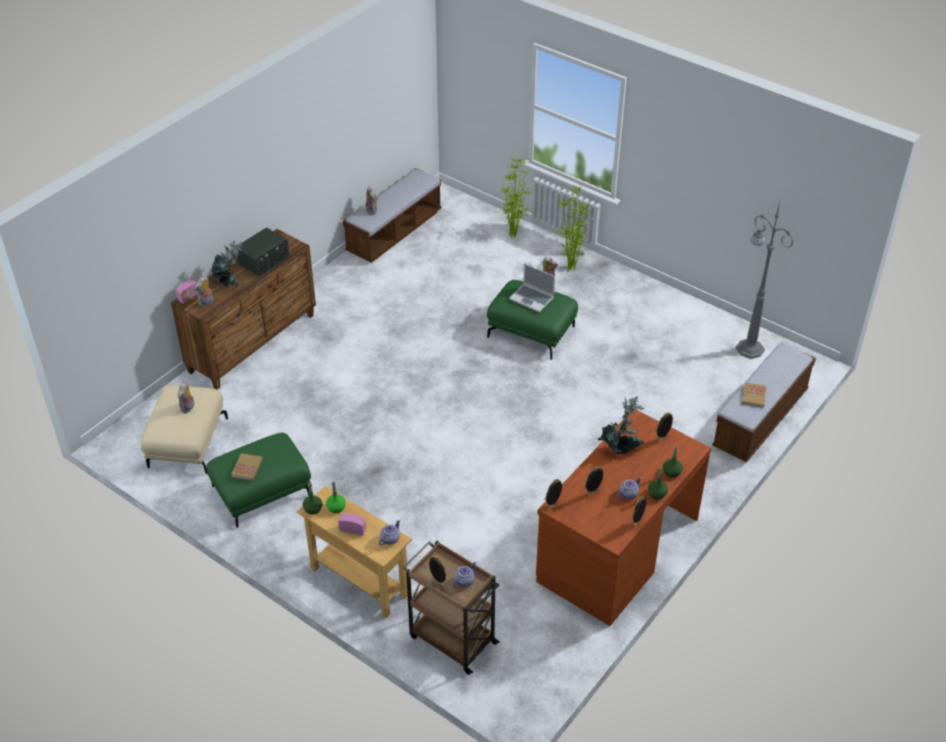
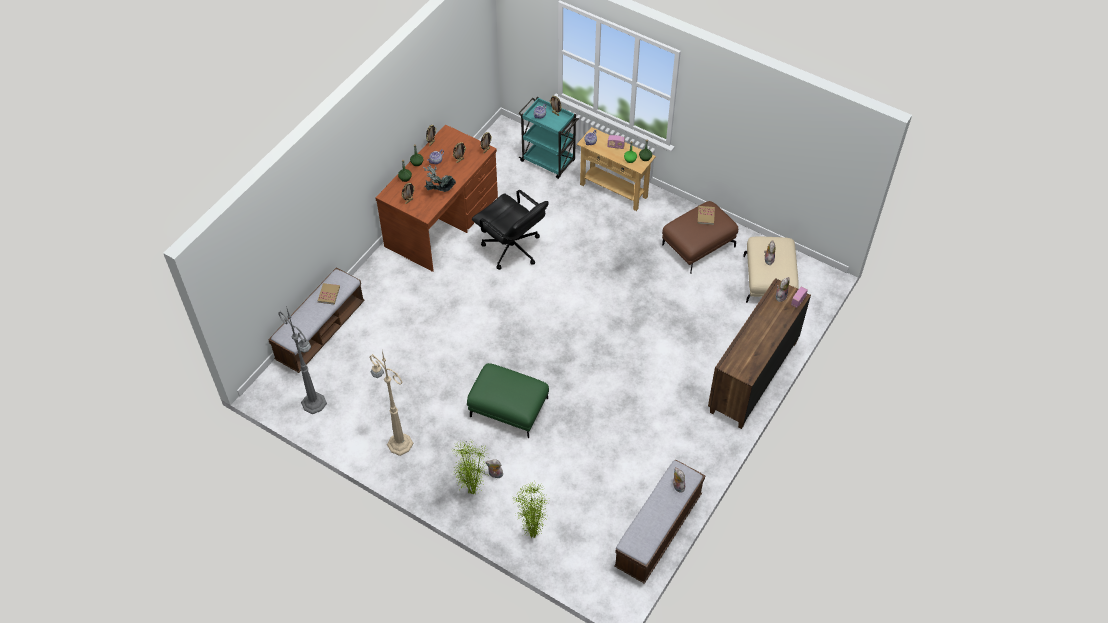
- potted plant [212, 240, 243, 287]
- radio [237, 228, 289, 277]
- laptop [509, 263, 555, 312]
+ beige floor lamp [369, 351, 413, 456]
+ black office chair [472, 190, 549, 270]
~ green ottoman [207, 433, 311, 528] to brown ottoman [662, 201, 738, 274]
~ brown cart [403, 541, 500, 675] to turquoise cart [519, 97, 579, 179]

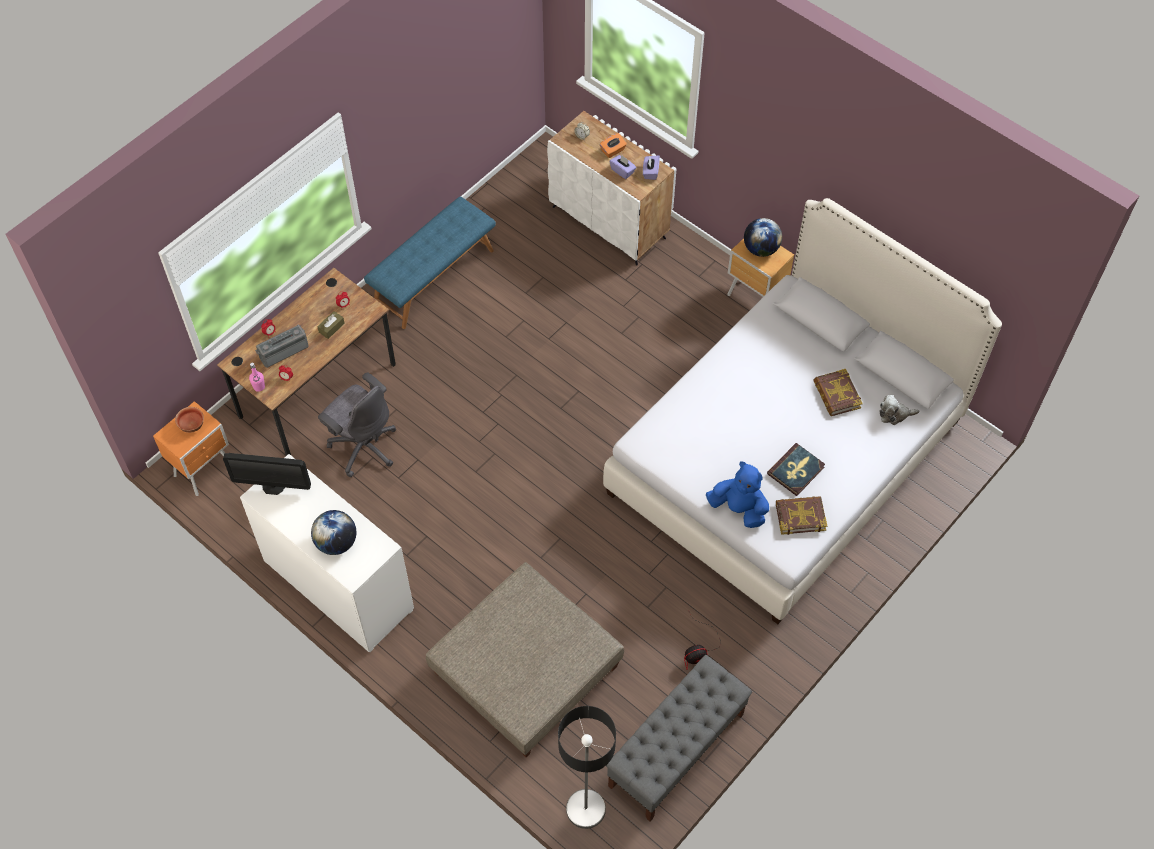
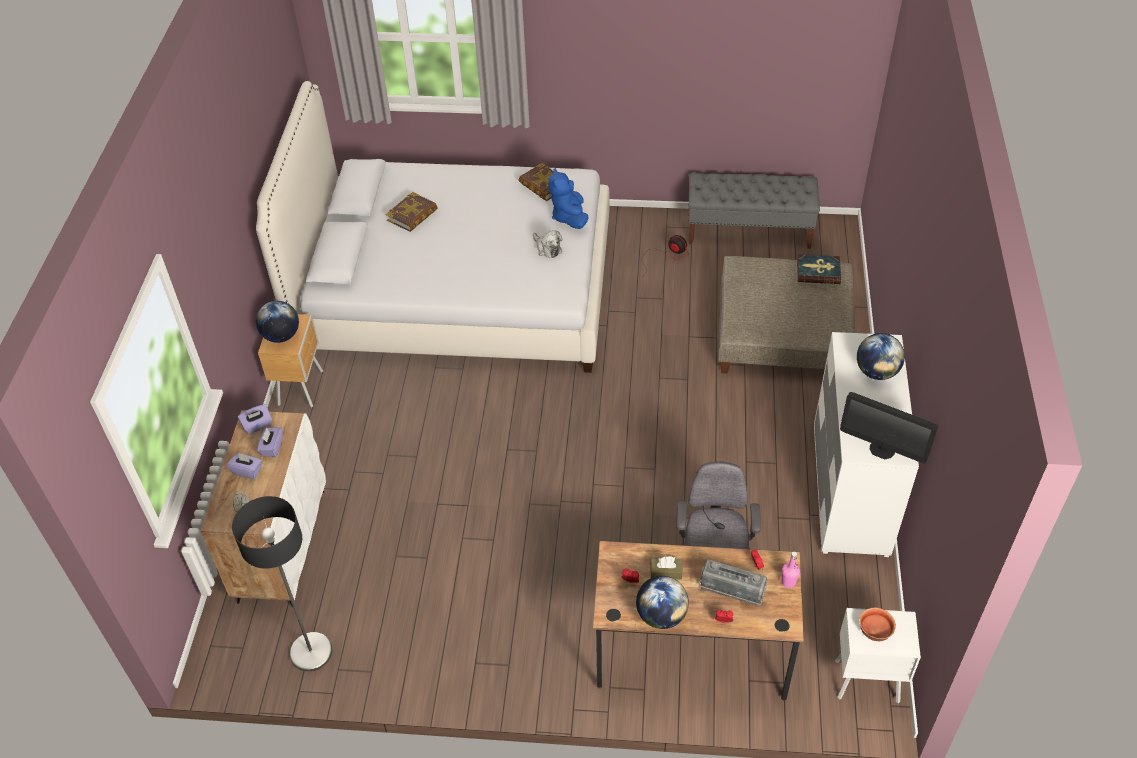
- blue bench [364, 196, 496, 329]
+ globe [636, 576, 689, 629]
~ floor lamp [558, 706, 616, 829] to [232, 496, 333, 671]
~ book [767, 443, 825, 496] to [797, 254, 841, 284]
~ plush toy [880, 395, 919, 425] to [533, 230, 562, 258]
~ orange nightstand [153, 401, 229, 496] to white nightstand [835, 608, 921, 703]
~ orange tissue box [600, 133, 627, 158] to purple tissue box [227, 453, 262, 479]
~ monitor [223, 453, 311, 495] = [840, 392, 938, 464] 150 degrees clockwise

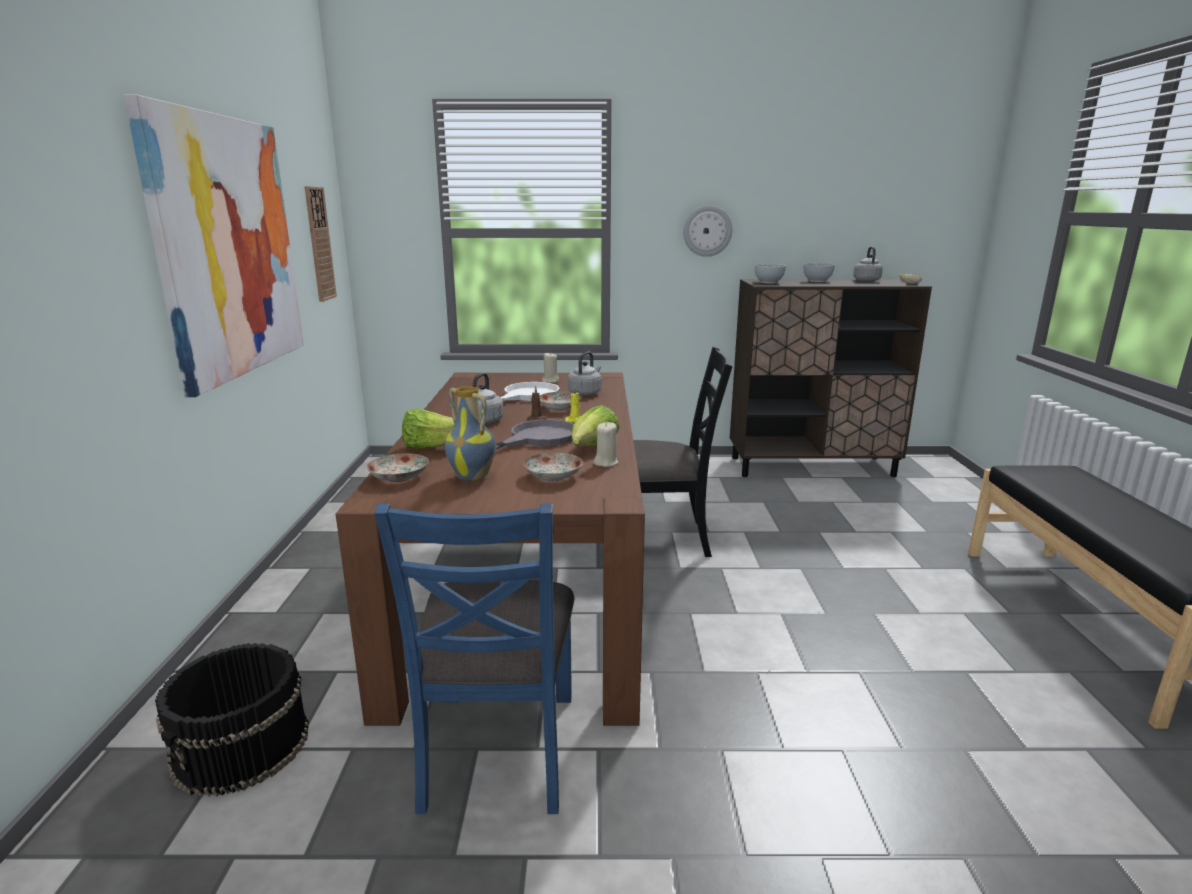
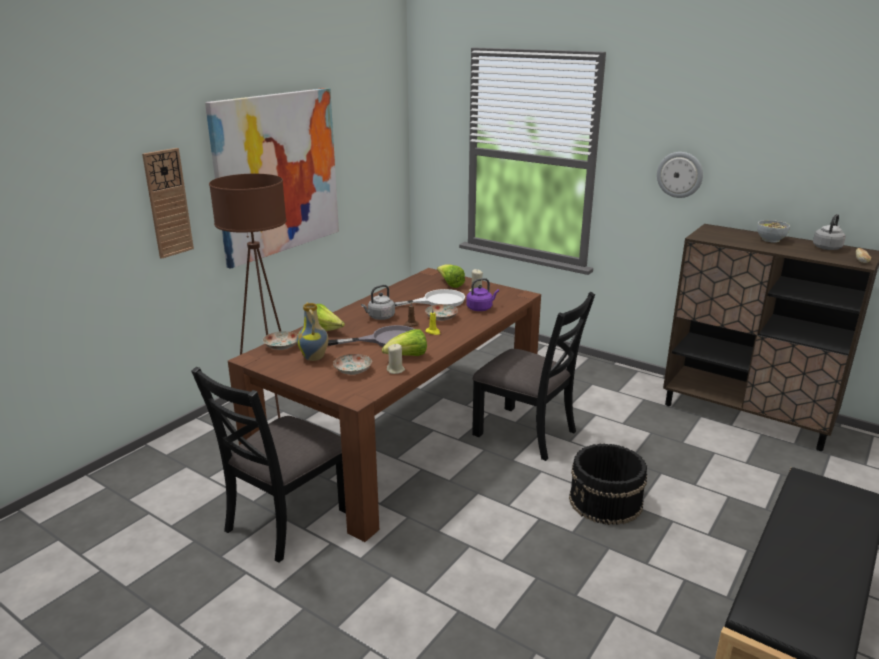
- bowl [755, 264, 786, 283]
+ brown floor lamp [209, 174, 287, 418]
+ lettuce [437, 264, 465, 288]
~ black bucket [155, 643, 309, 796] to [569, 443, 647, 525]
~ wall clock [304, 186, 337, 302] to [142, 148, 194, 259]
~ blue chair [374, 504, 574, 814] to black chair [191, 367, 346, 563]
~ grey kettle [568, 352, 602, 396] to purple kettle [466, 278, 499, 311]

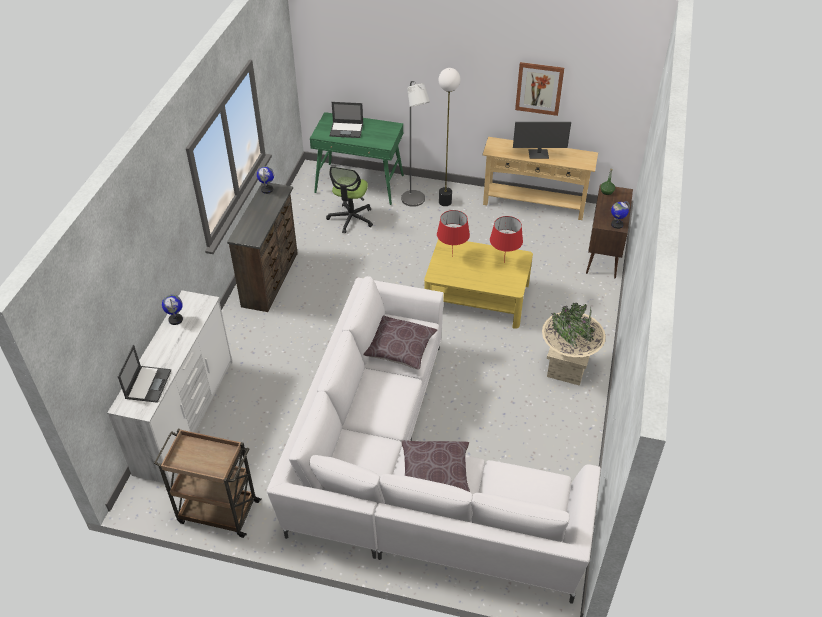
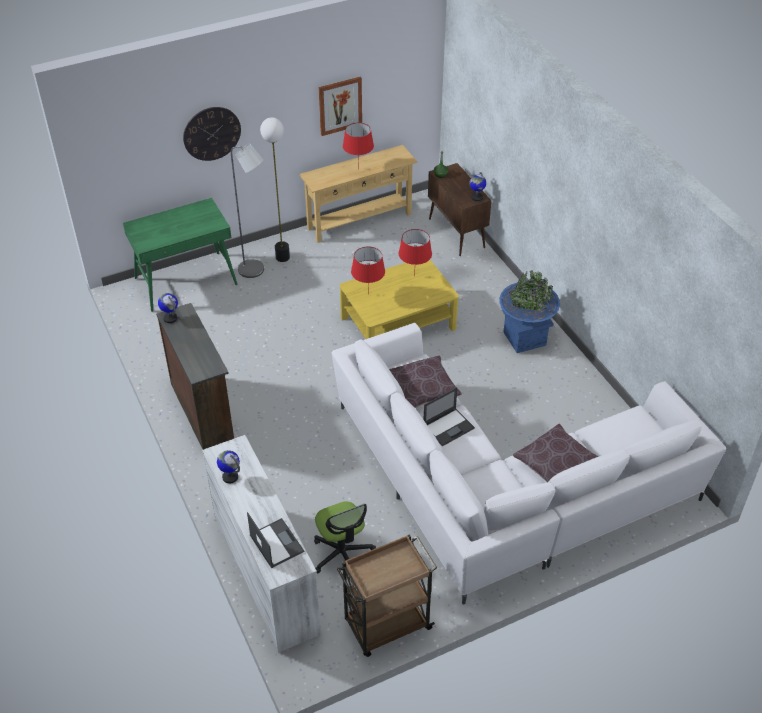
+ wall clock [183, 107, 241, 161]
~ office chair [326, 167, 373, 234] to [314, 502, 376, 574]
~ laptop [330, 102, 363, 138] to [424, 387, 475, 446]
~ monitor [513, 122, 571, 159] to red table lamp [343, 123, 374, 166]
~ beige planter [542, 303, 606, 386] to blue planter [499, 270, 560, 353]

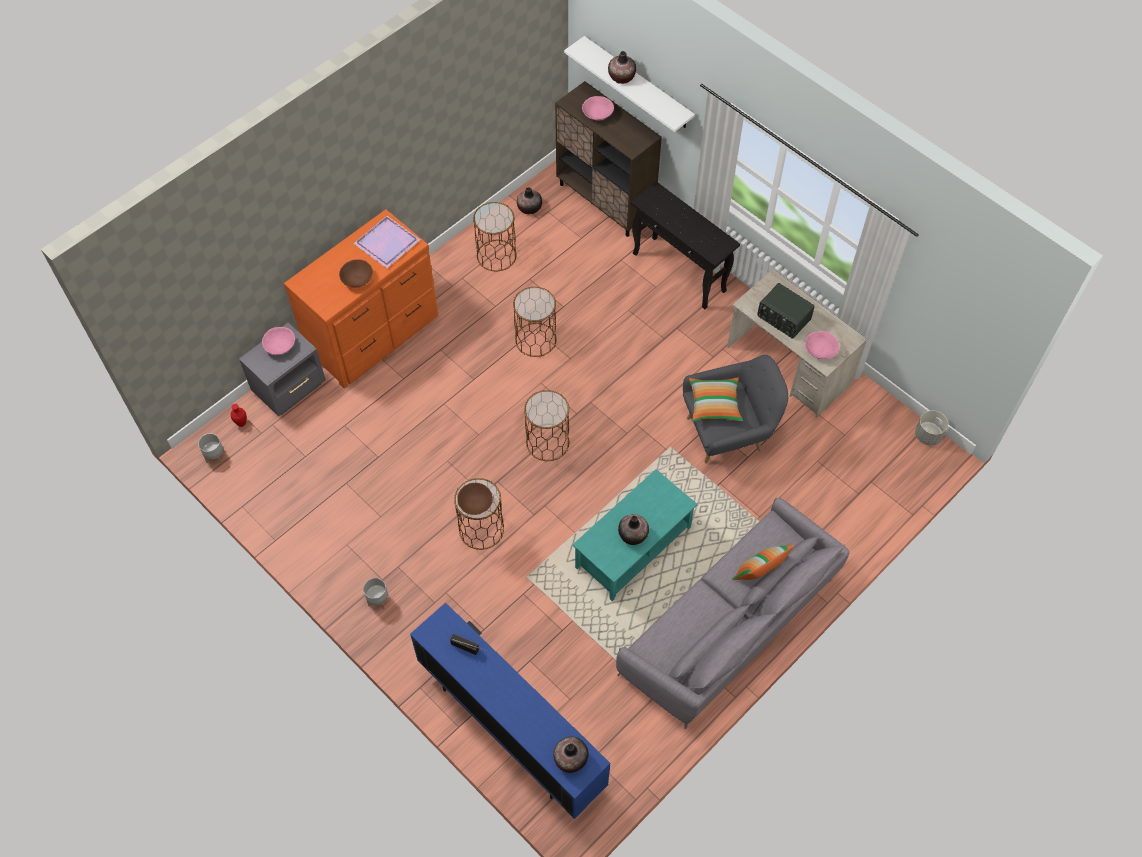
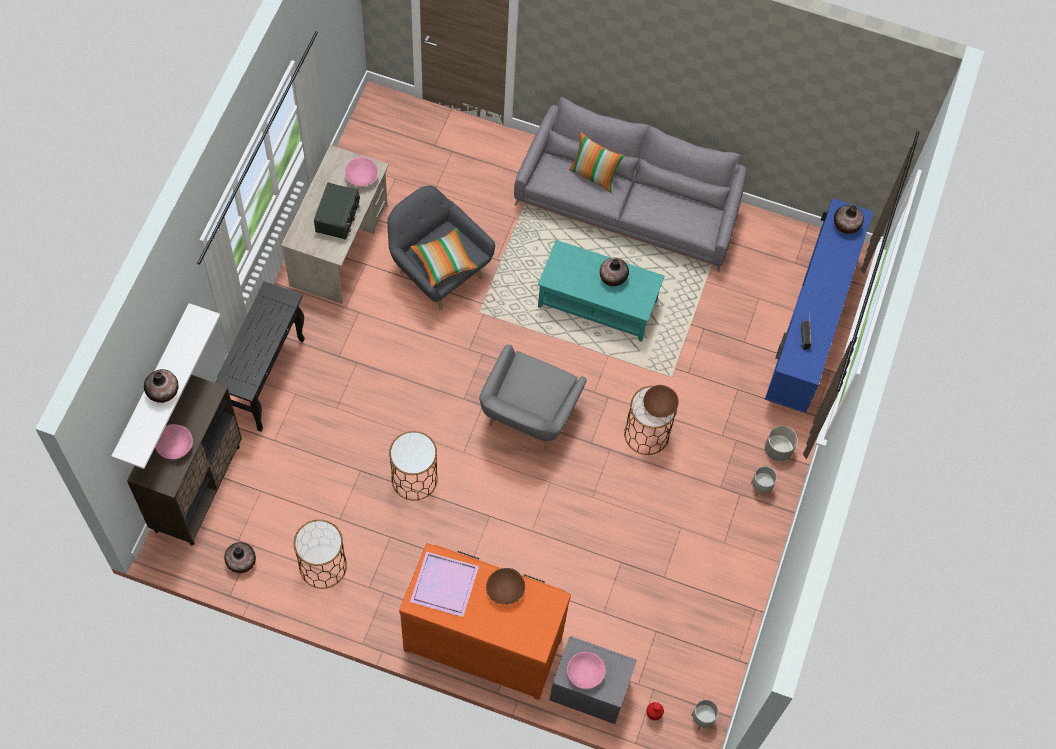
~ grey planter [915, 410, 948, 445] to [765, 426, 797, 461]
~ brown side table [524, 390, 569, 461] to grey armchair [479, 344, 586, 450]

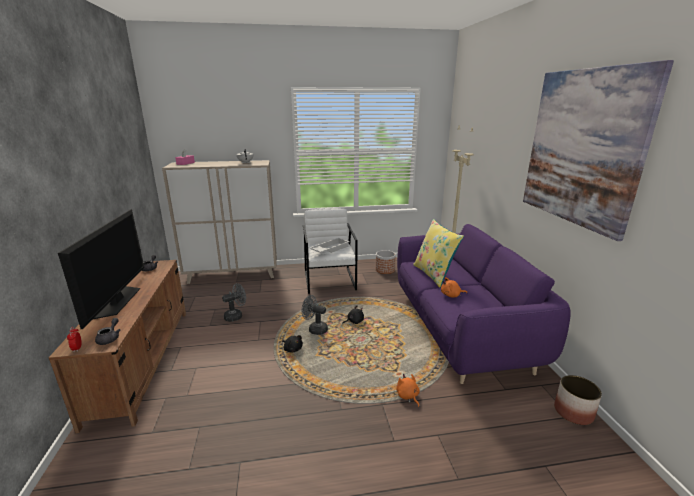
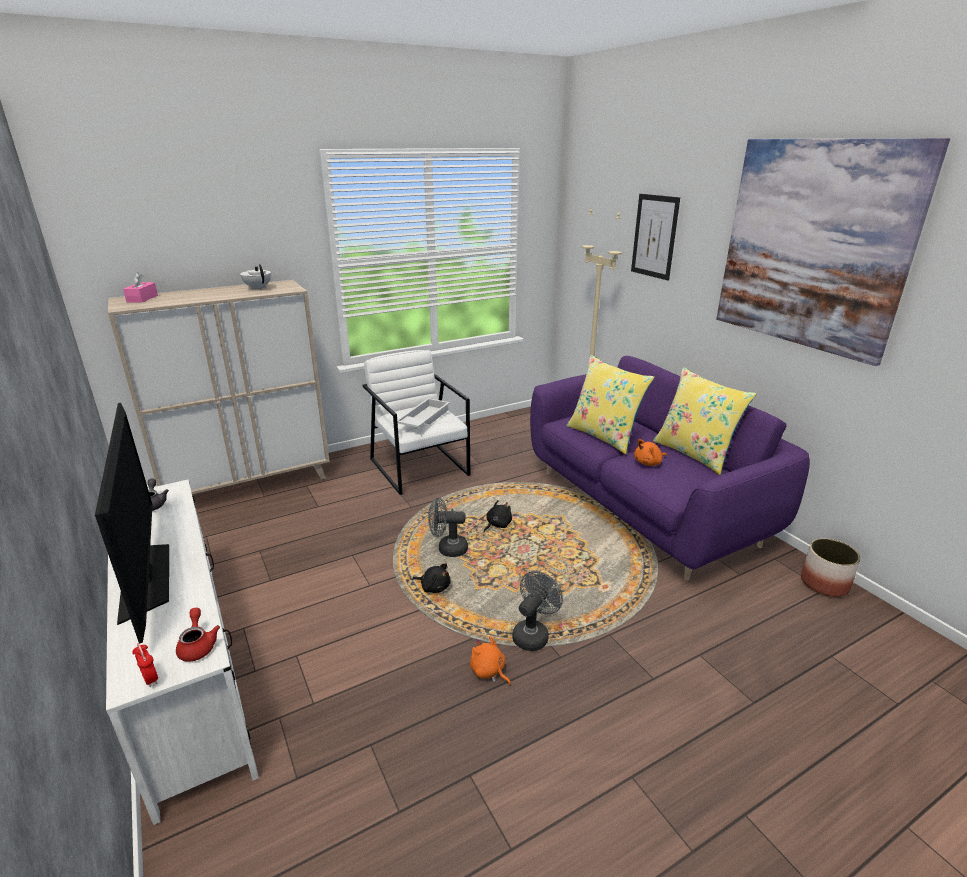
- planter [376, 250, 396, 274]
+ picture [631, 194, 680, 280]
+ yellow pillow [653, 367, 757, 475]
~ grey fan [222, 283, 246, 322] to [512, 571, 563, 651]
~ orange plush toy [396, 374, 420, 407] to [470, 636, 511, 686]
~ brown tv stand [49, 260, 186, 433] to white tv stand [106, 480, 259, 825]
~ grey teapot [95, 318, 120, 345] to red teapot [176, 608, 220, 662]

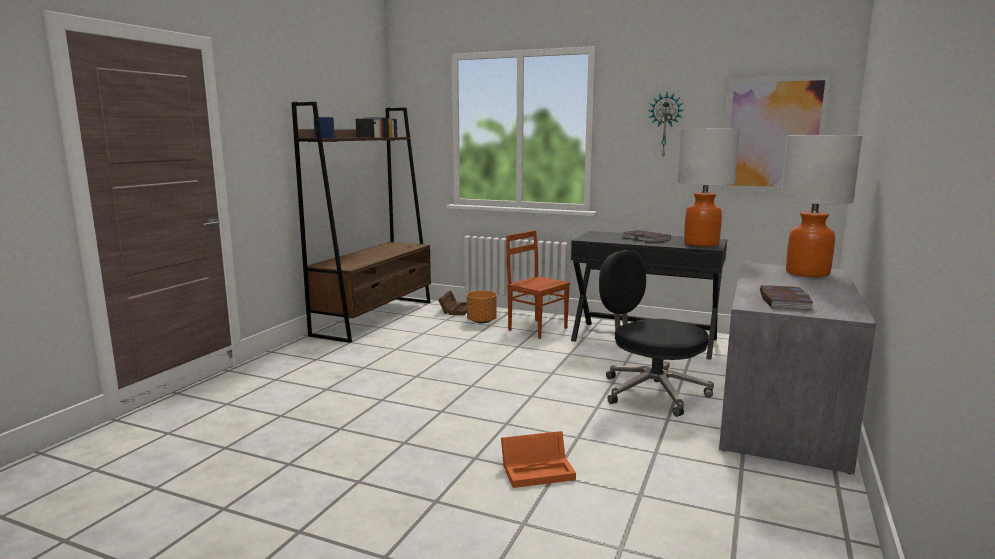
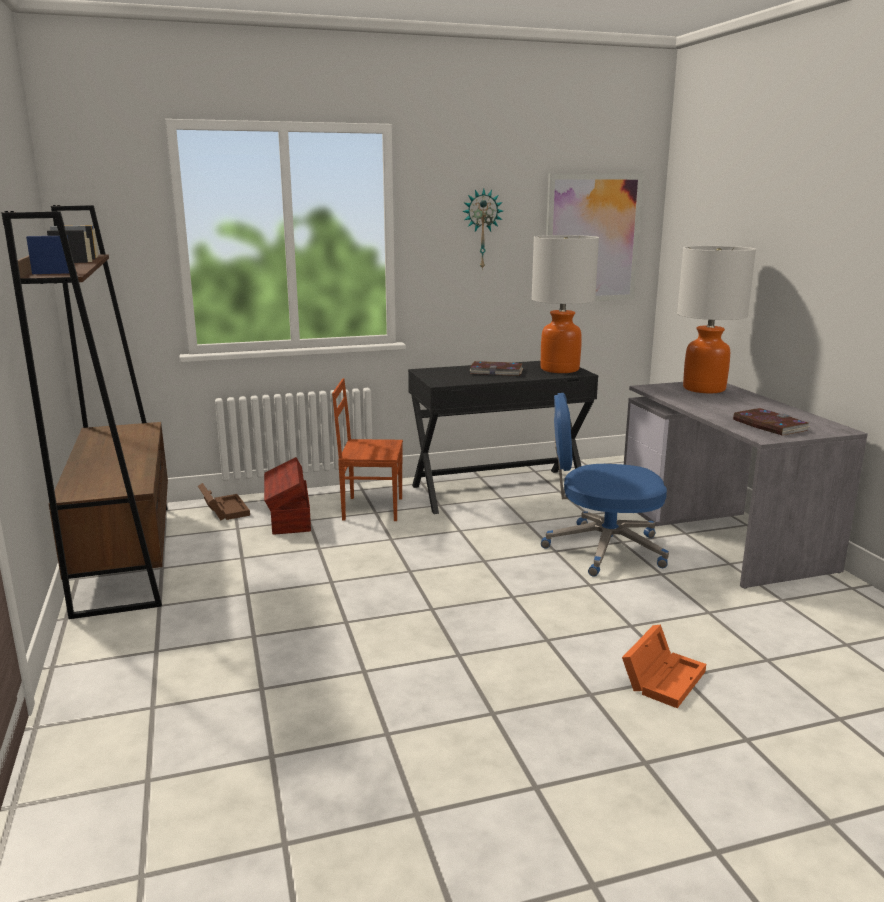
~ orange planter [467, 291, 497, 324] to brown storage box [264, 457, 311, 535]
~ black office chair [599, 250, 714, 417] to blue office chair [541, 393, 669, 577]

